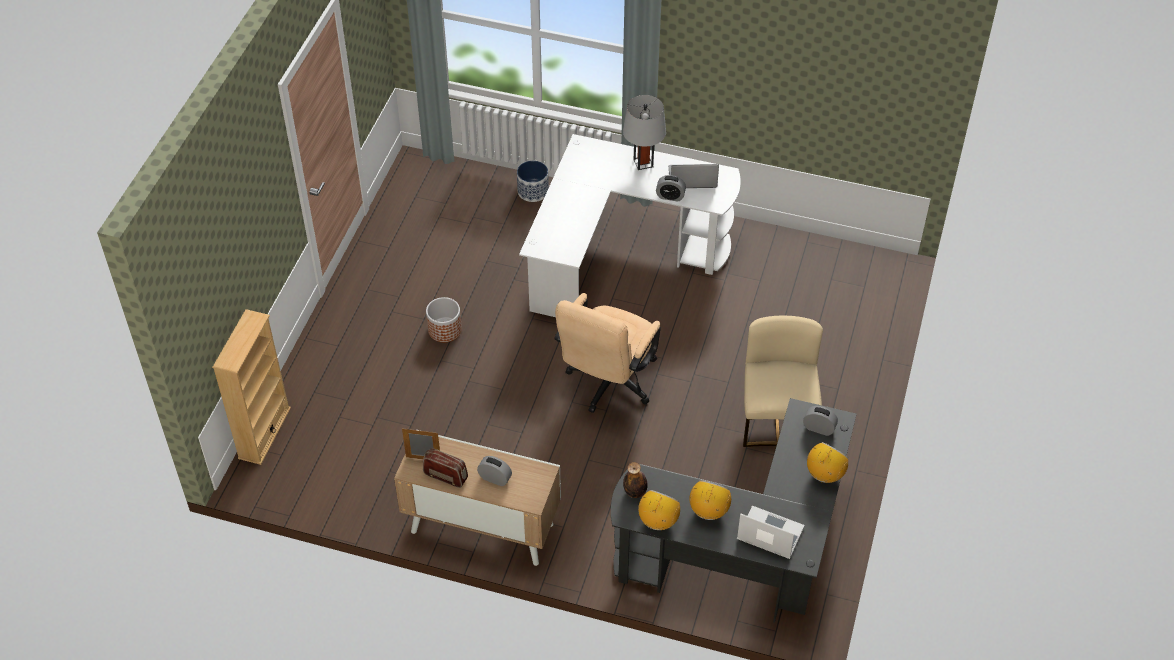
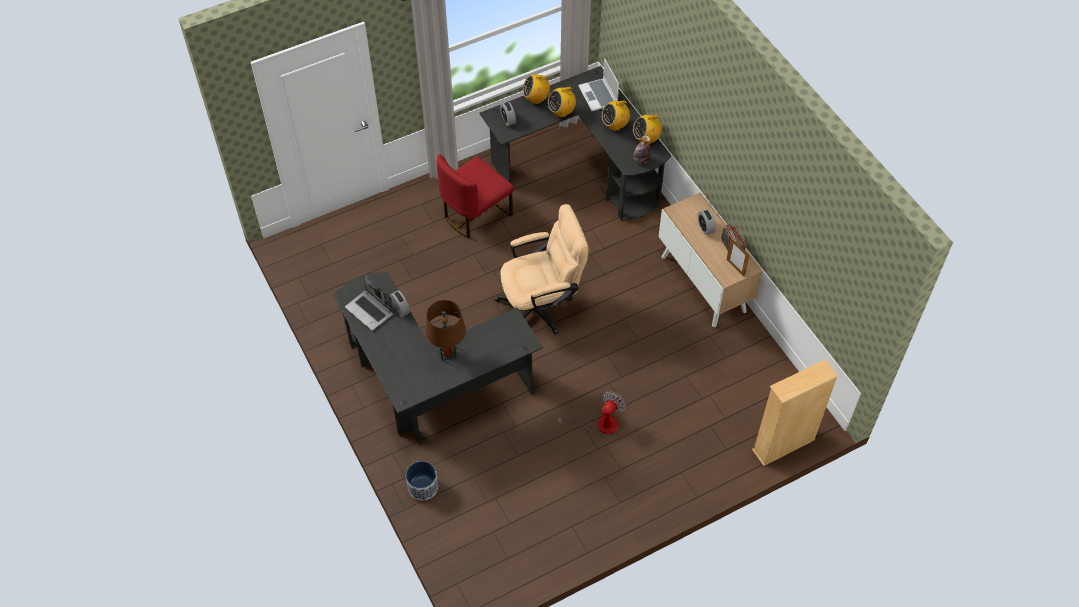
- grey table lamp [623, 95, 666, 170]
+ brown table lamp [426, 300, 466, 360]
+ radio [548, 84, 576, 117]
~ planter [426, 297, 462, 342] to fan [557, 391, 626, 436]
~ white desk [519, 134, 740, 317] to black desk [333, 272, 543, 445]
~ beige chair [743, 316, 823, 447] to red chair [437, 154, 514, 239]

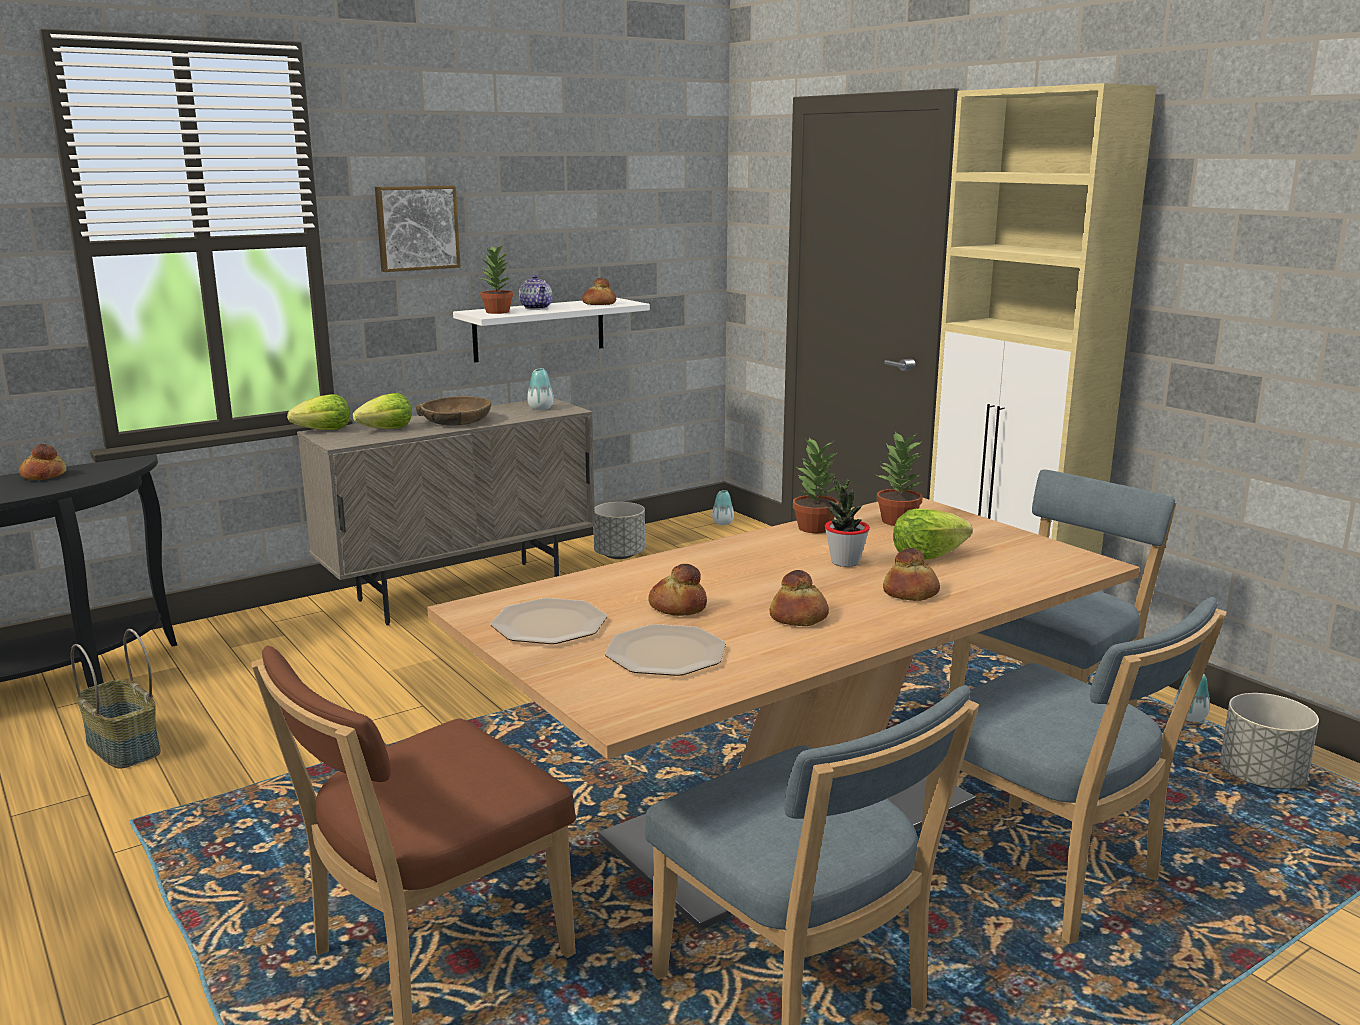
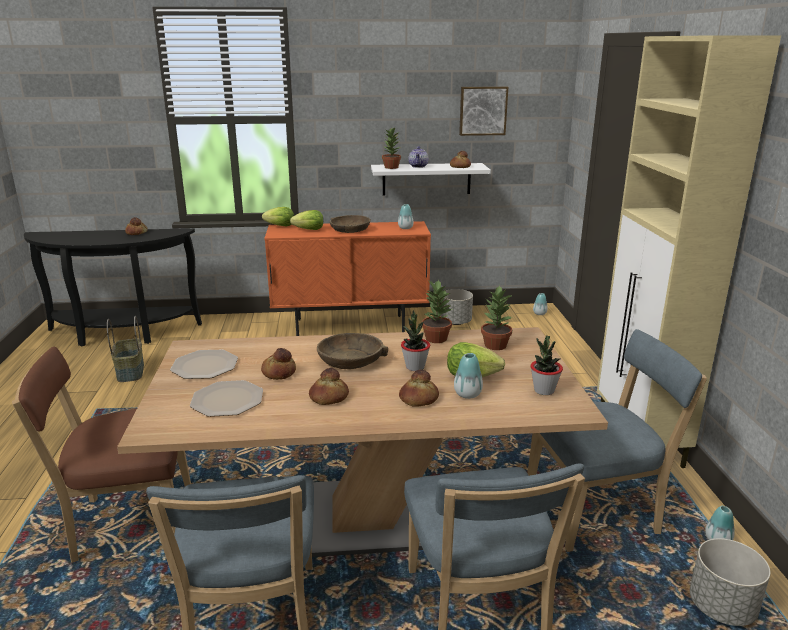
+ brown bowl [317, 333, 388, 369]
+ vase [454, 353, 483, 399]
+ potted plant [530, 336, 563, 395]
~ picture [375, 185, 461, 272] to [459, 86, 508, 136]
~ beige cabinet [297, 398, 595, 625] to orange cabinet [264, 221, 431, 336]

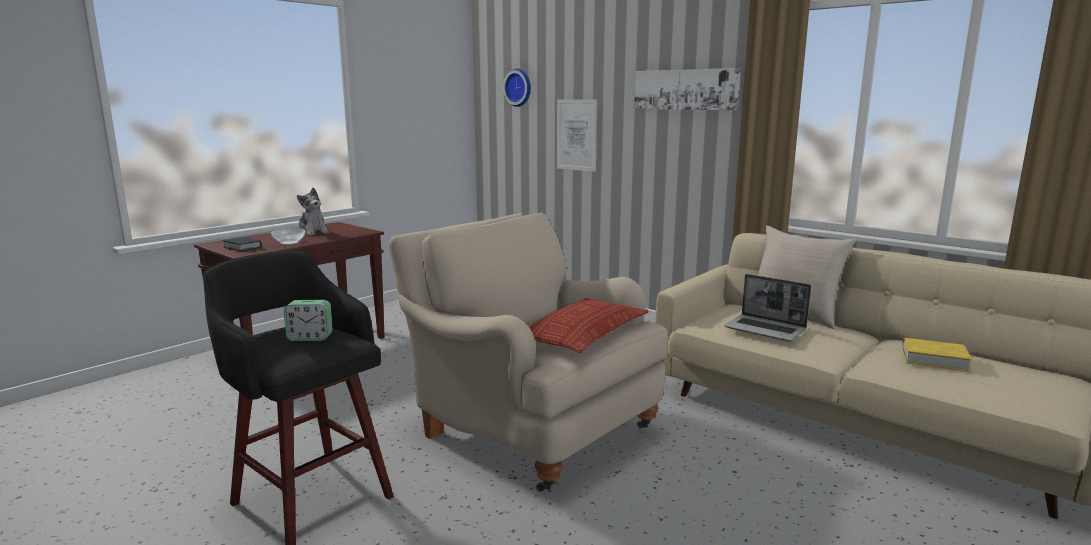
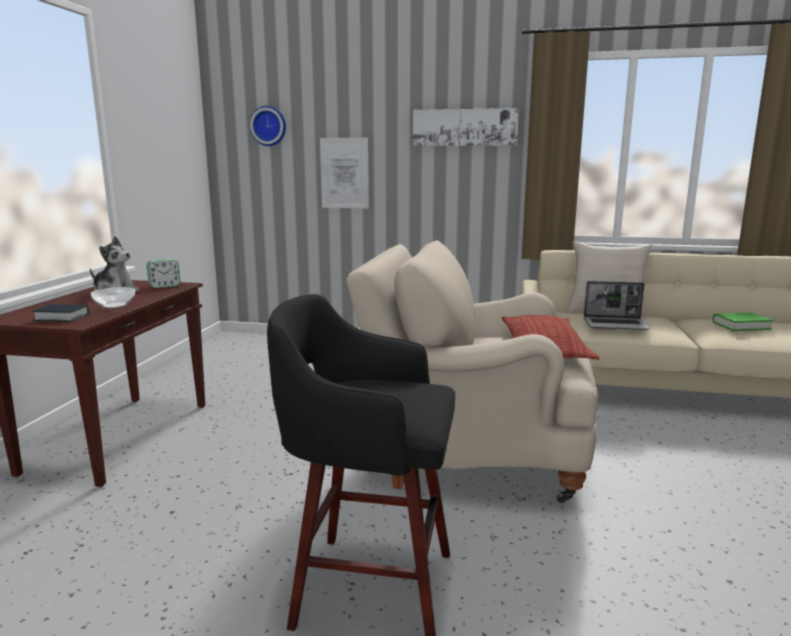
~ alarm clock [284, 300, 333, 341] to [146, 259, 181, 288]
~ yellow book [902, 338, 972, 372] to green book [712, 312, 773, 331]

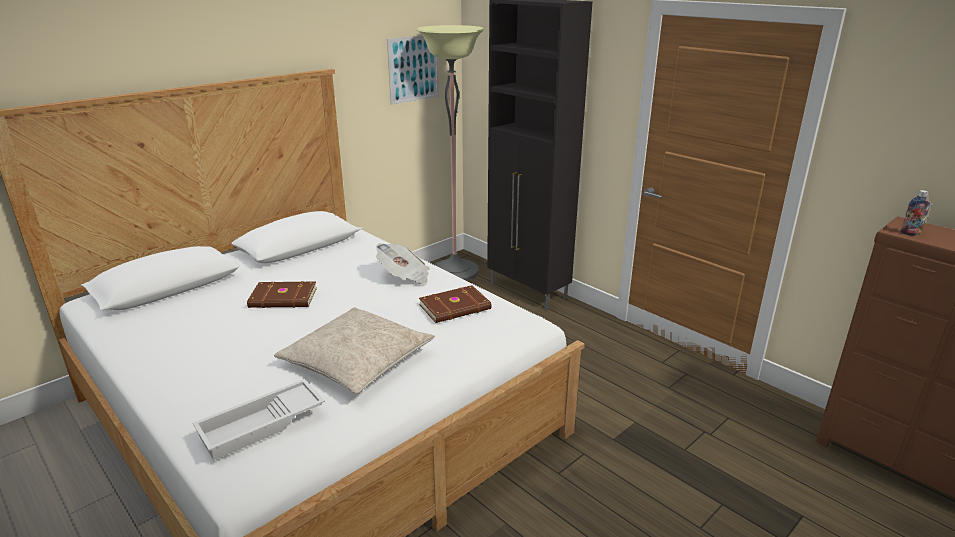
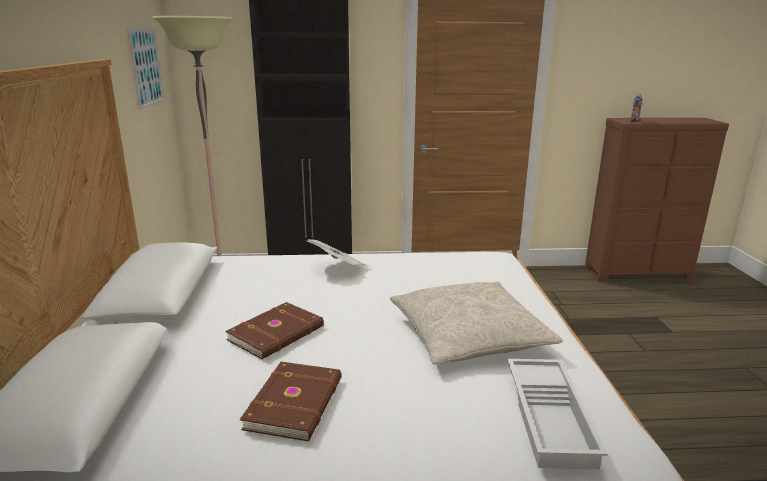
~ brown book [419, 285, 492, 323] to [240, 362, 342, 441]

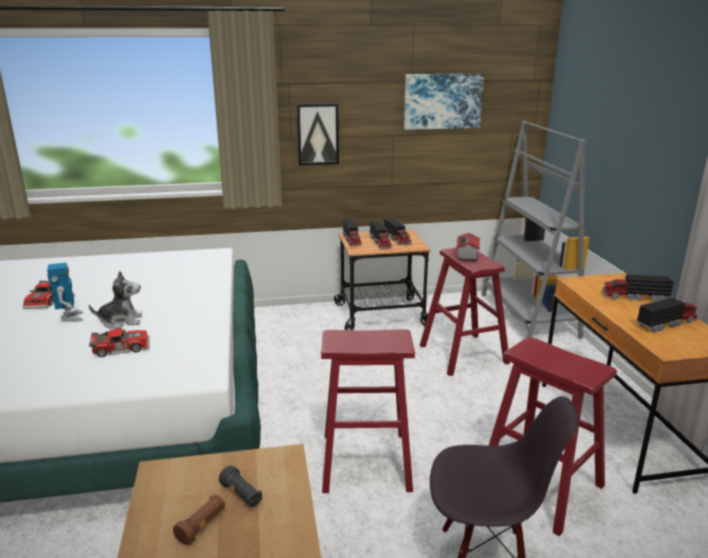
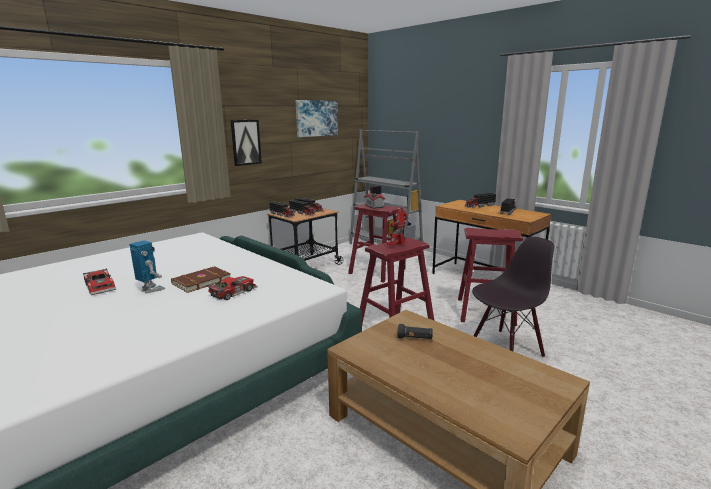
- brown flashlight [173, 495, 225, 545]
+ toy robot [387, 207, 408, 245]
~ plush toy [89, 271, 142, 329] to brown book [171, 266, 231, 293]

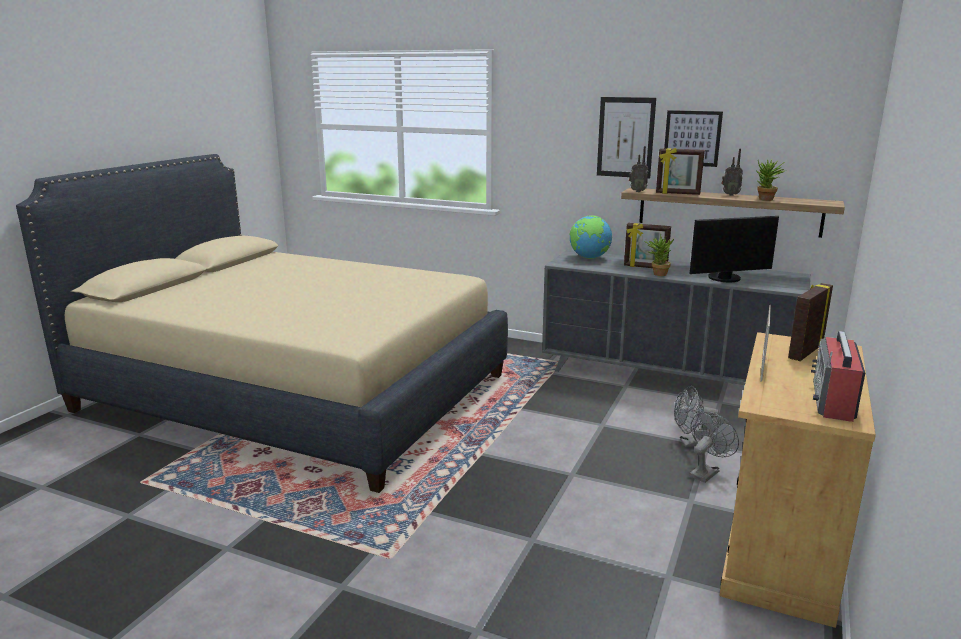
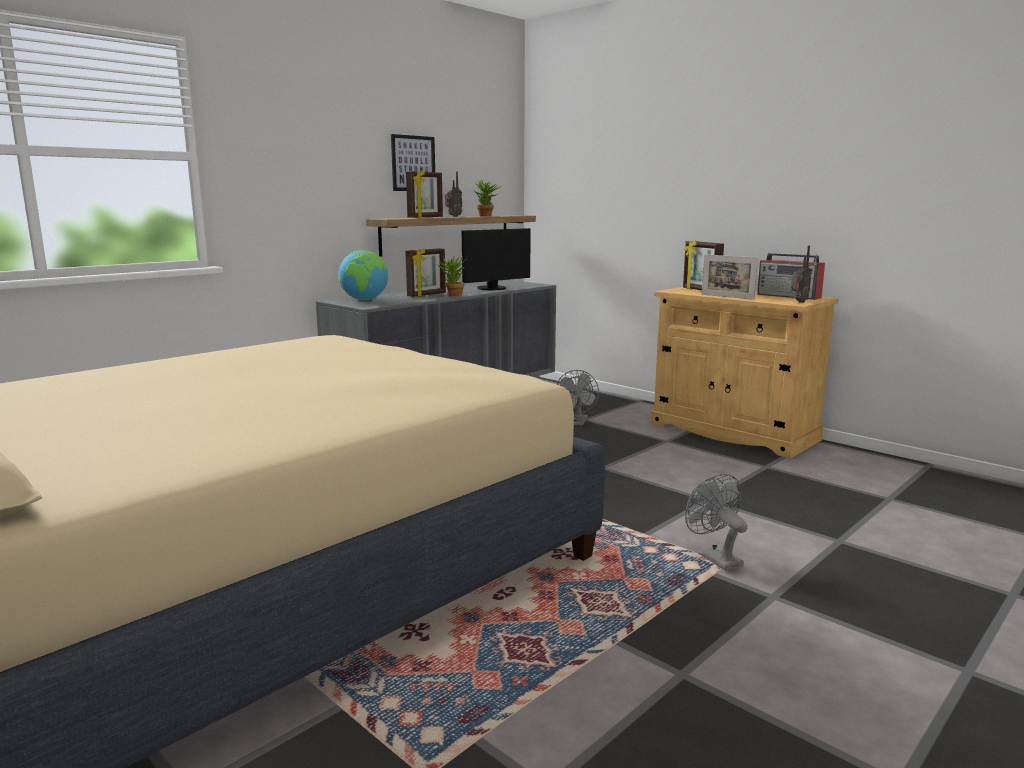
- picture [597, 97, 656, 178]
~ radio [629, 146, 649, 192] to [791, 245, 812, 303]
~ grey fan [689, 412, 739, 483] to [685, 474, 748, 571]
~ monitor [690, 216, 779, 282] = [462, 228, 531, 290] 45 degrees clockwise

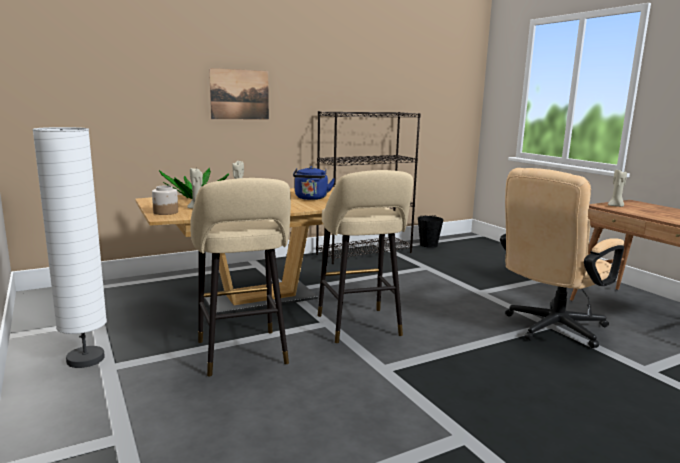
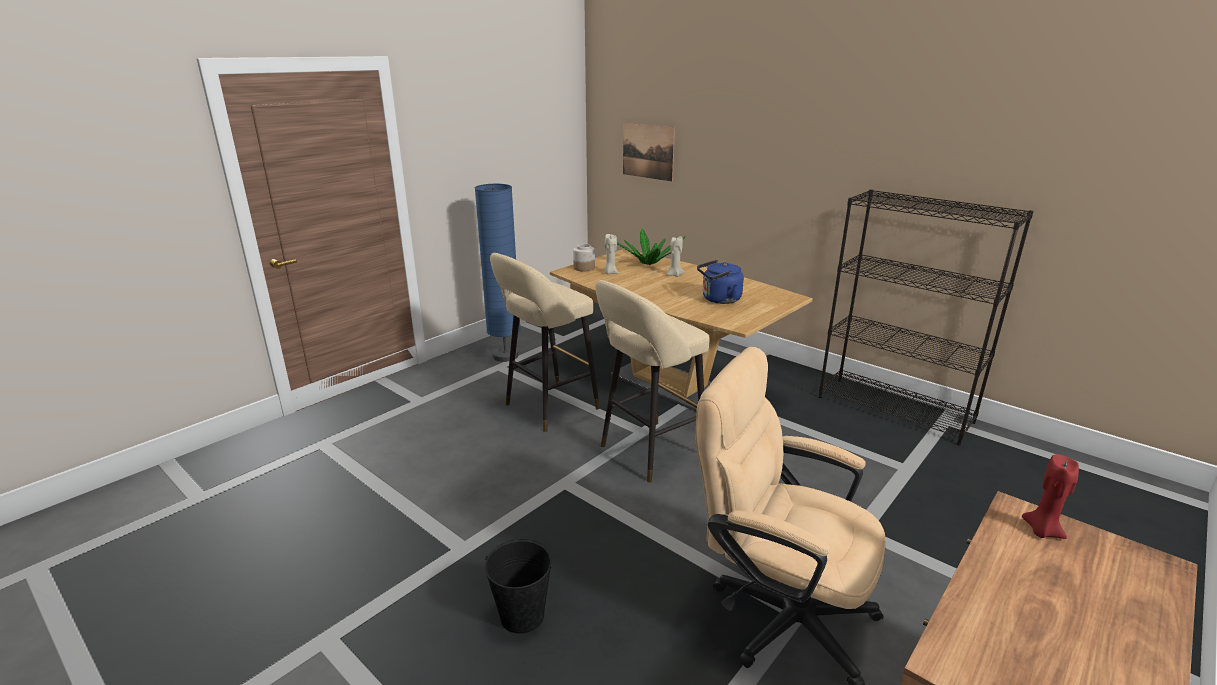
~ picture [209, 68, 269, 119] to [623, 123, 675, 182]
~ black bucket [417, 215, 444, 248] to [485, 539, 552, 634]
~ white floor lamp [32, 127, 107, 368] to blue floor lamp [475, 184, 521, 362]
~ beige candle [608, 169, 627, 207] to red candle [1022, 454, 1079, 539]

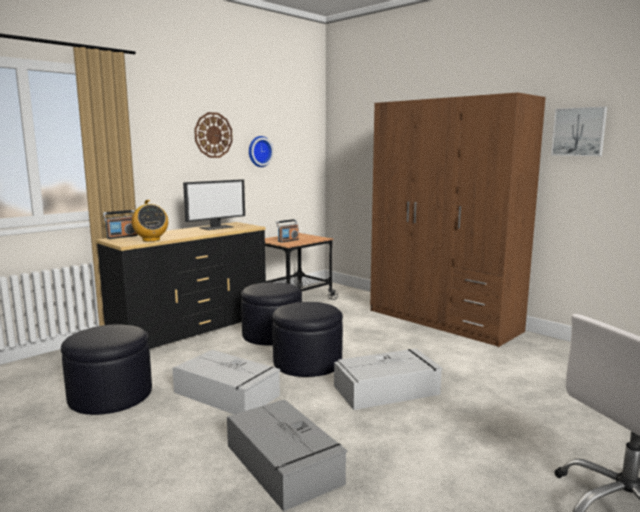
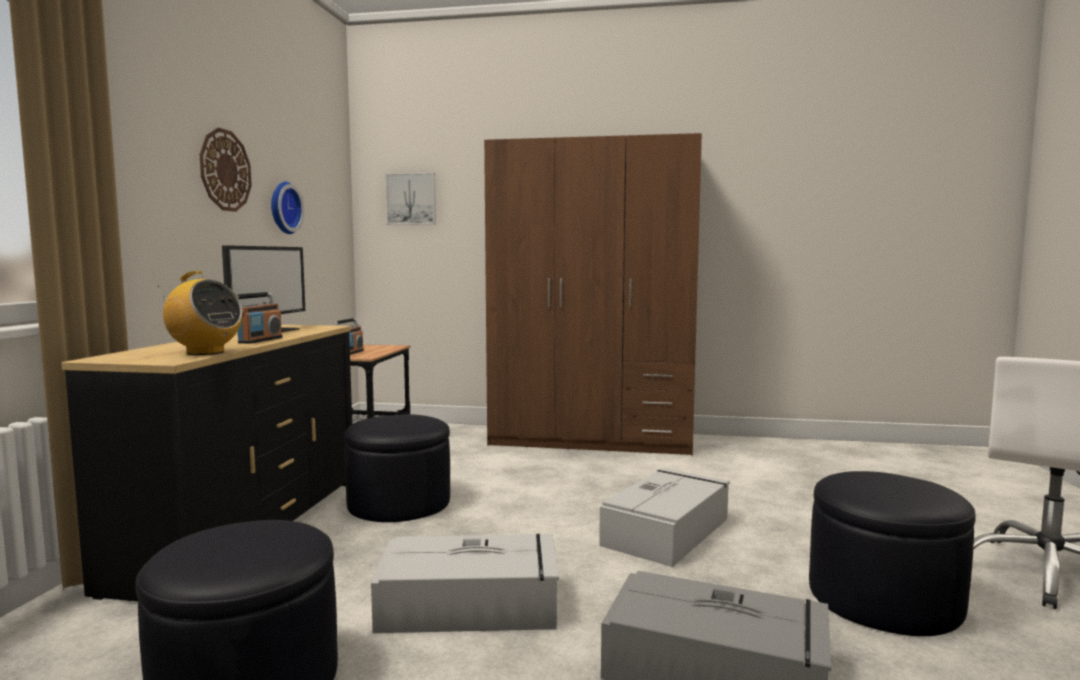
~ radio [103, 210, 138, 239] to [237, 292, 283, 344]
~ black ottoman [272, 302, 343, 377] to [809, 471, 976, 636]
~ picture [551, 106, 607, 156] to [385, 173, 436, 225]

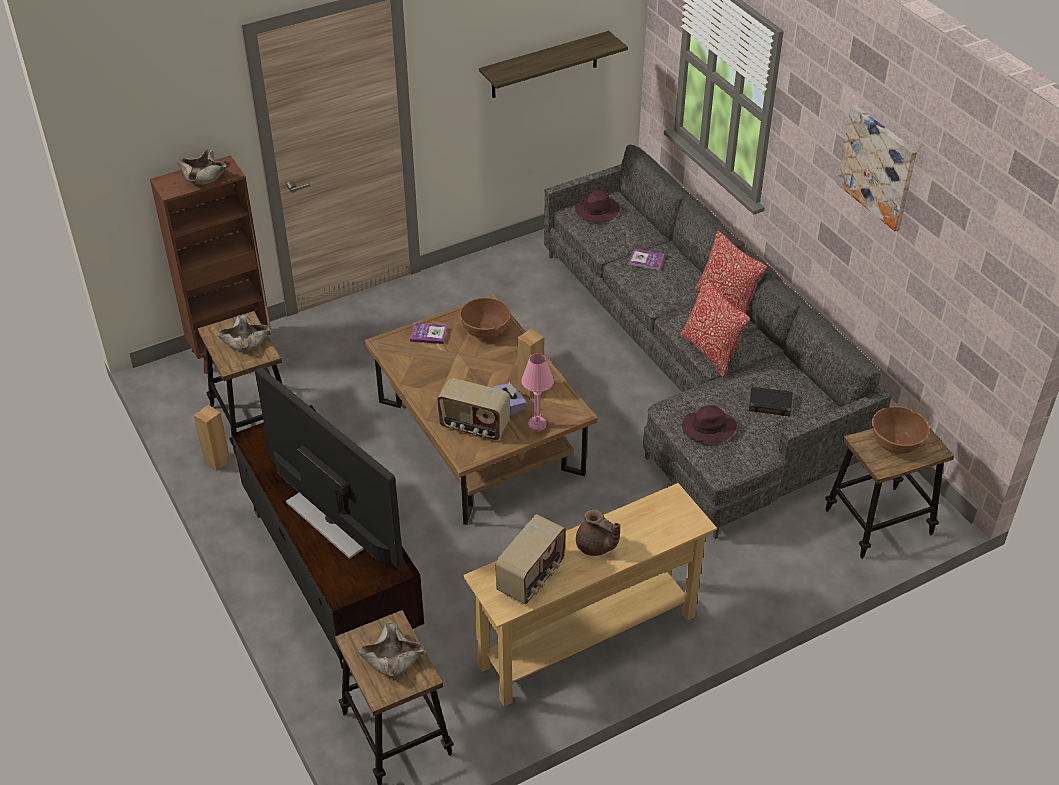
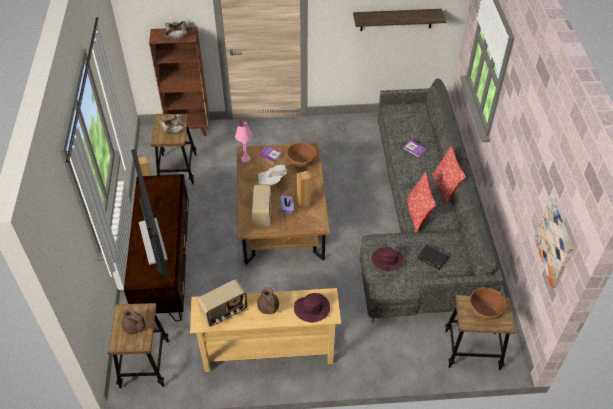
+ newspaper [258, 165, 287, 185]
~ pink table lamp [521, 353, 554, 432] to [235, 121, 252, 163]
~ purple hat [575, 190, 620, 223] to [294, 293, 330, 322]
~ picture [837, 105, 917, 231] to [534, 198, 574, 288]
~ beige bowl [358, 623, 425, 677] to brown teapot [122, 308, 145, 334]
~ radio [437, 378, 510, 440] = [251, 185, 271, 226] 45 degrees clockwise

